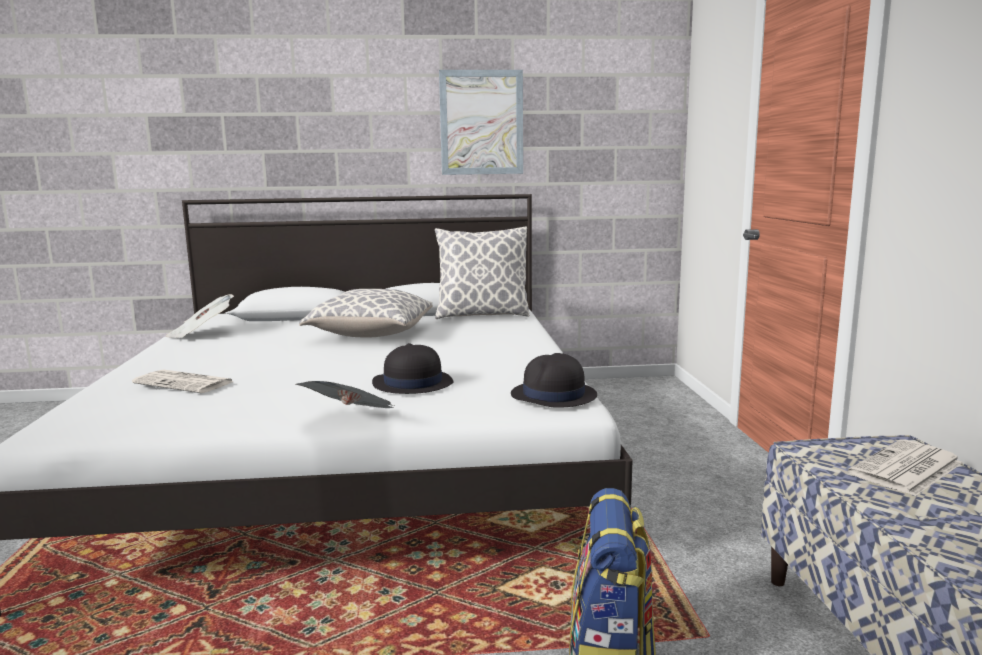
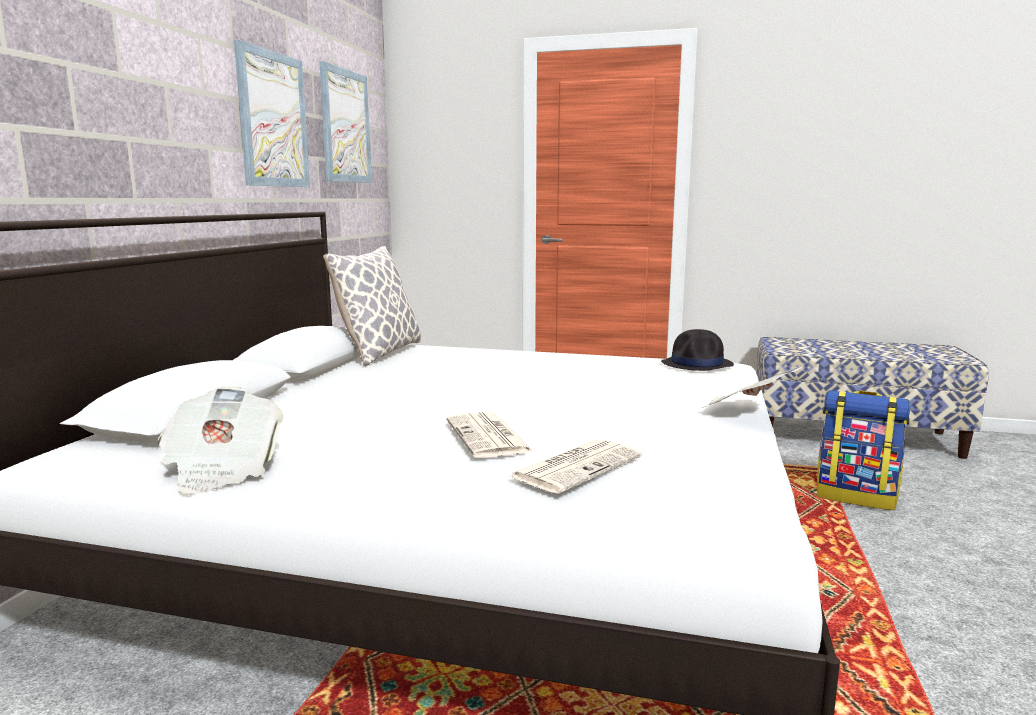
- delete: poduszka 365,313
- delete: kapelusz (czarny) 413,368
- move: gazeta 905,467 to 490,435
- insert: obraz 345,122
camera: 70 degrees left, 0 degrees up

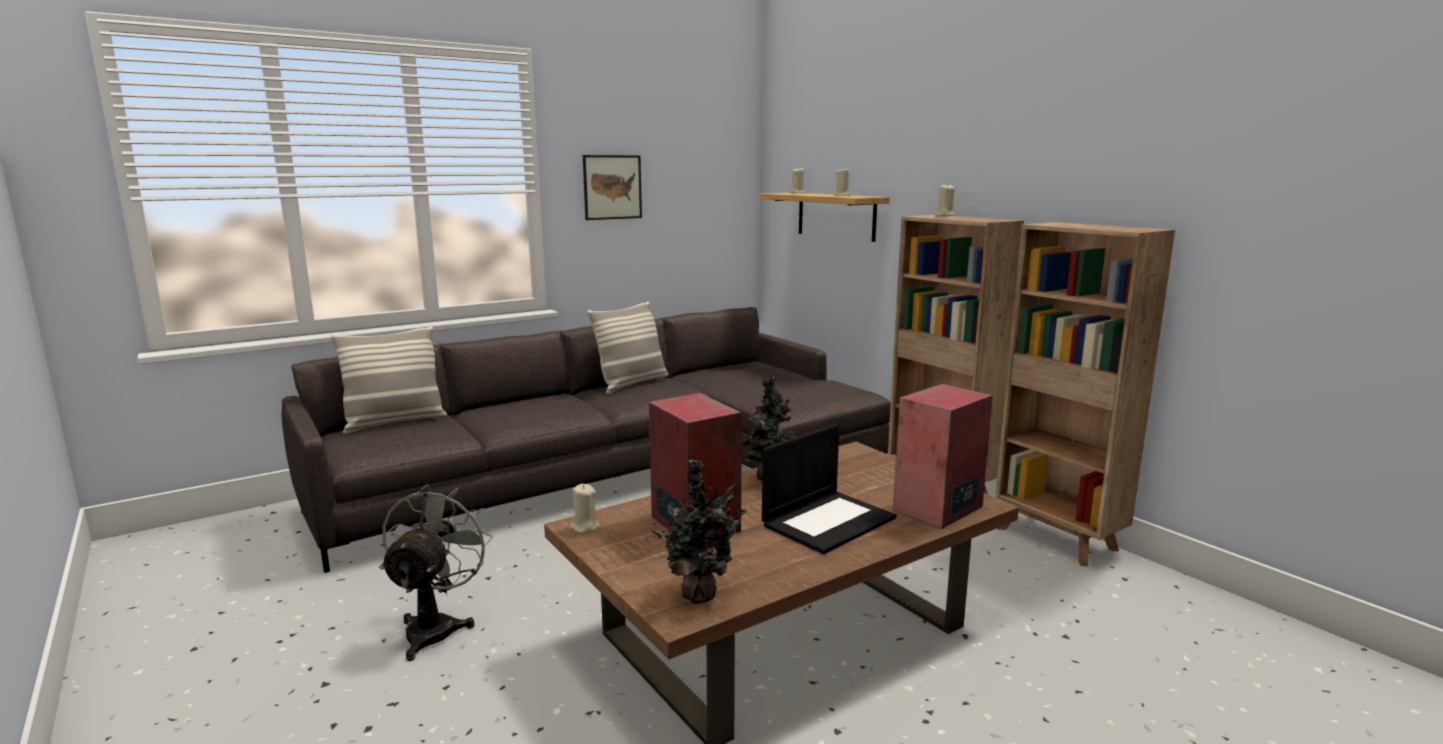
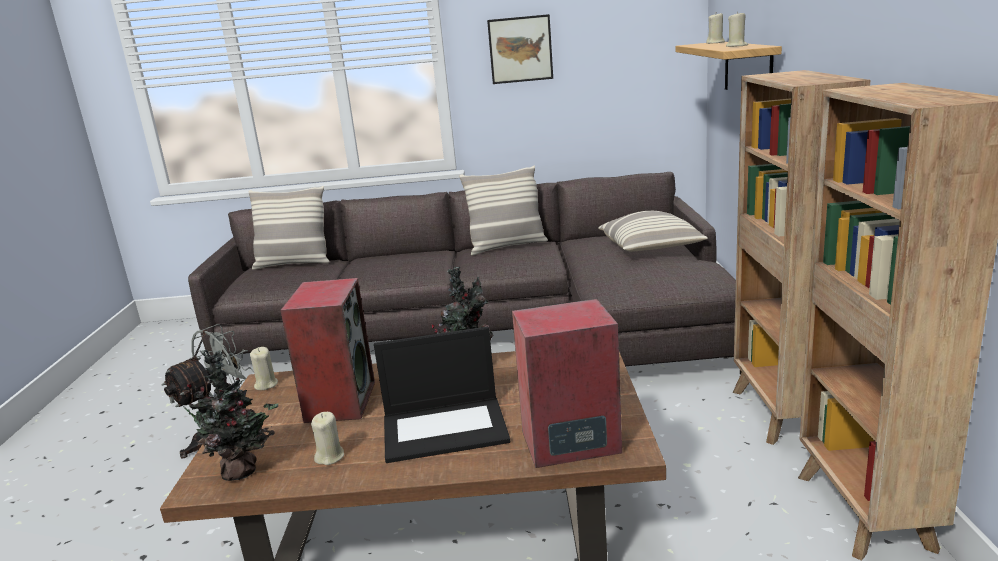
- move: świeca (beżowy) 945,199 to 327,438
- insert: poduszka 653,231
camera: 35 degrees right, 5 degrees up

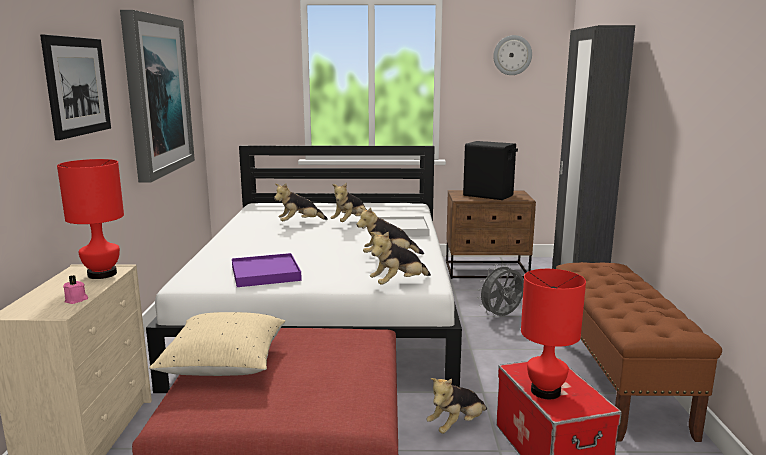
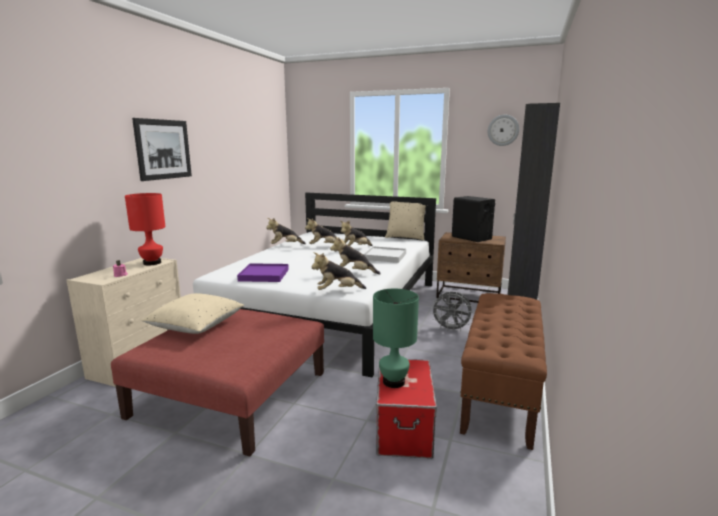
- delete: obraz 157,96
- move: pluszak 457,406 to 286,231
- rotate: wentylator (szary) 500,289 = 452,312 150 degrees counterclockwise
- recolor: lampa stołowa (czerwony) 553,334 to lampa stołowa (zielony) 396,338
- insert: poduszka (beżowy) 405,220
camera: 20 degrees right, 0 degrees up

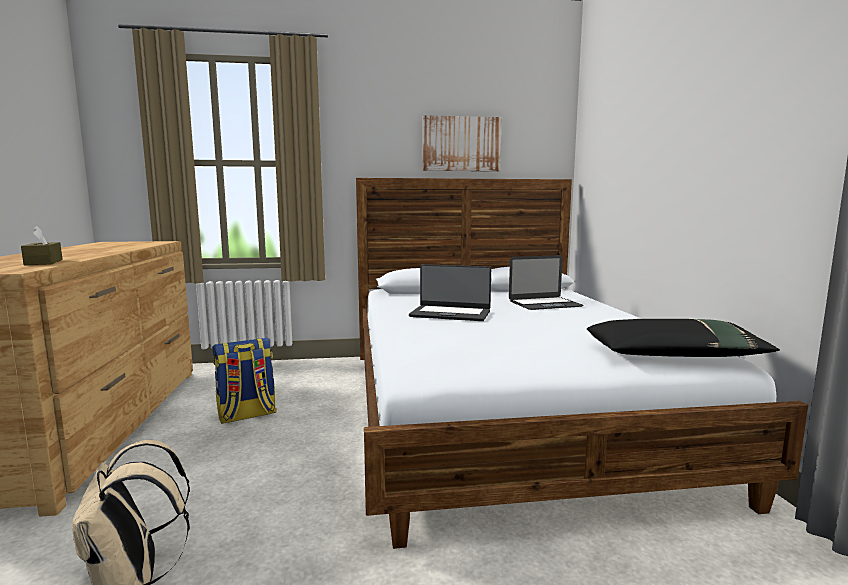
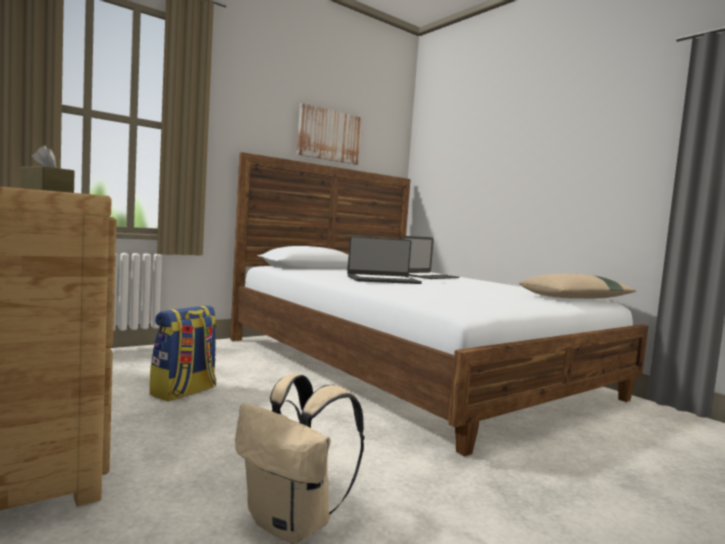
- recolor: poduszka (czarny) 683,338 to poduszka (beżowy) 577,286
camera: 30 degrees left, 5 degrees down

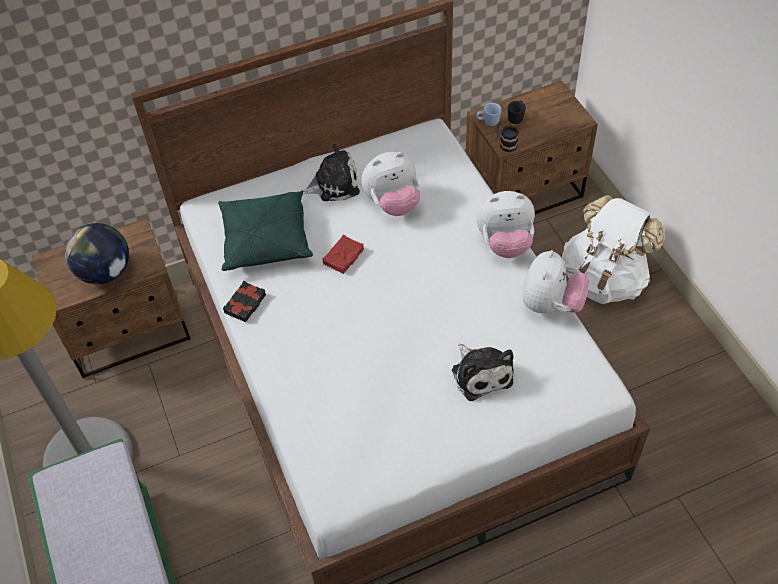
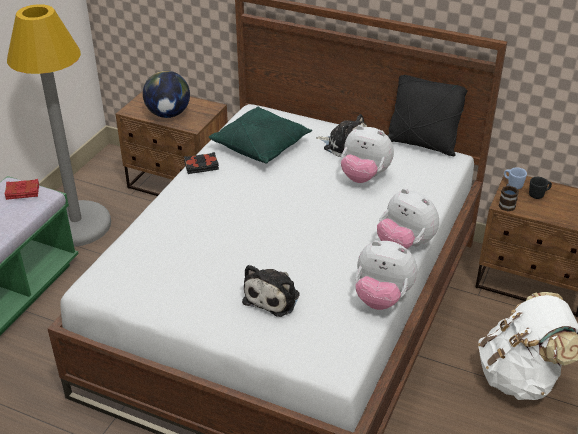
- move: książka (czerwony) 343,254 to 22,189
- rotate: pluszak 555,281 = 386,275 45 degrees clockwise
- insert: poduszka (czarny) 427,115
camera: 45 degrees right, 15 degrees down

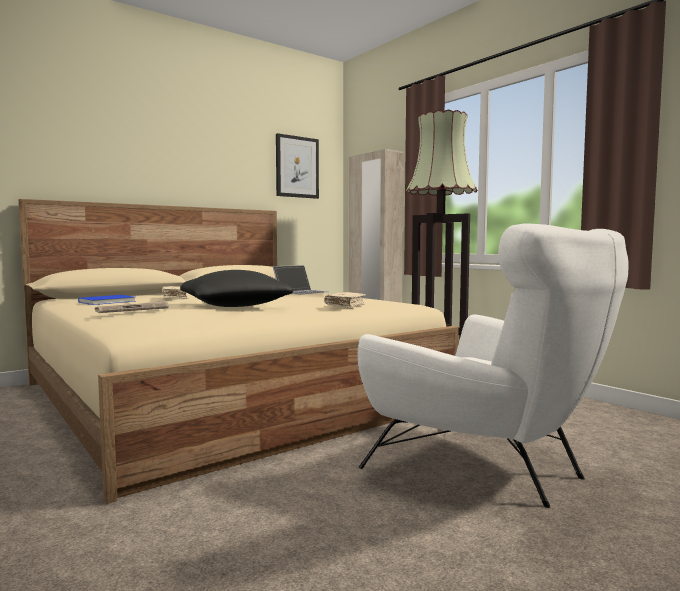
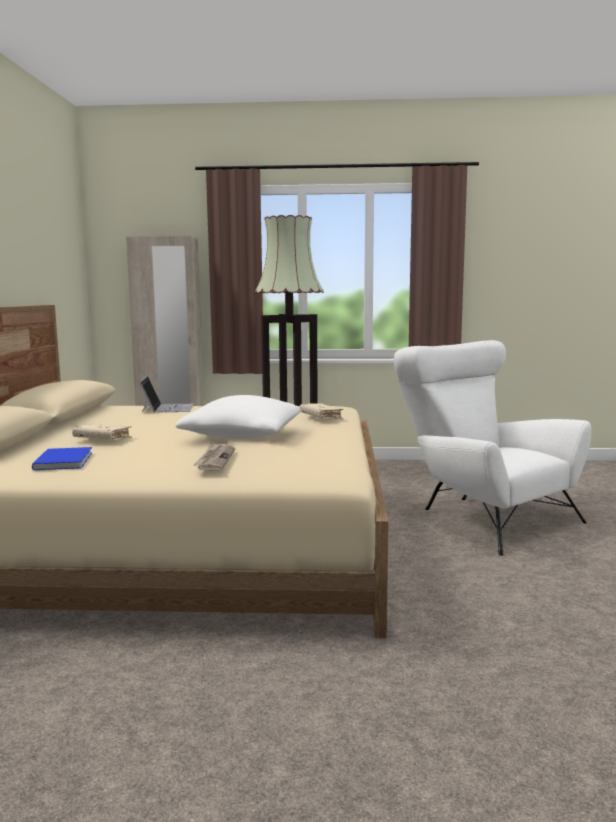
- recolor: poduszka (czarny) 236,288 to poduszka (biały) 238,417
- delete: obraz 297,166
- rotate: fotel (biały) 493,365 = 493,448 120 degrees counterclockwise
camera: 50 degrees left, 5 degrees up

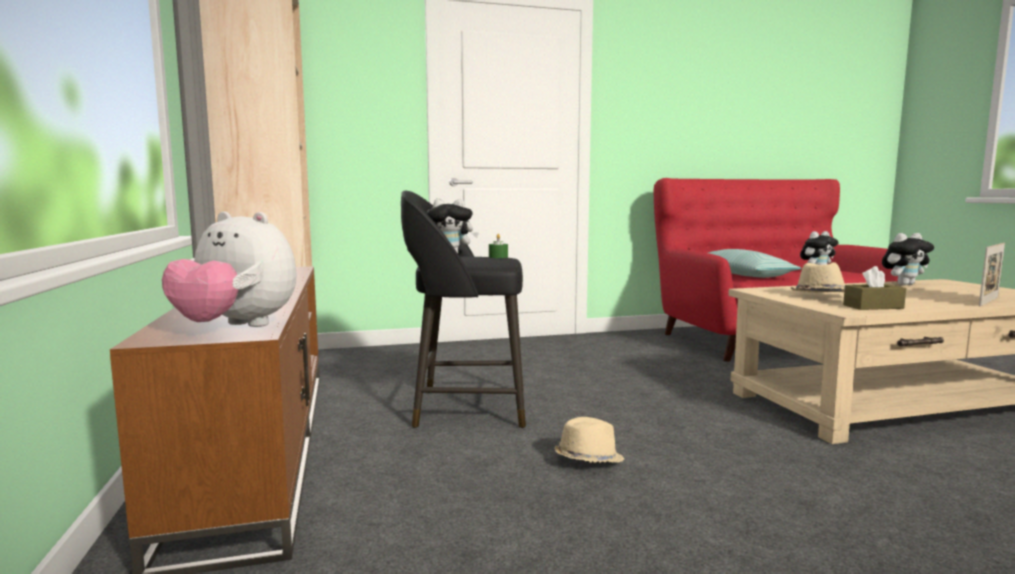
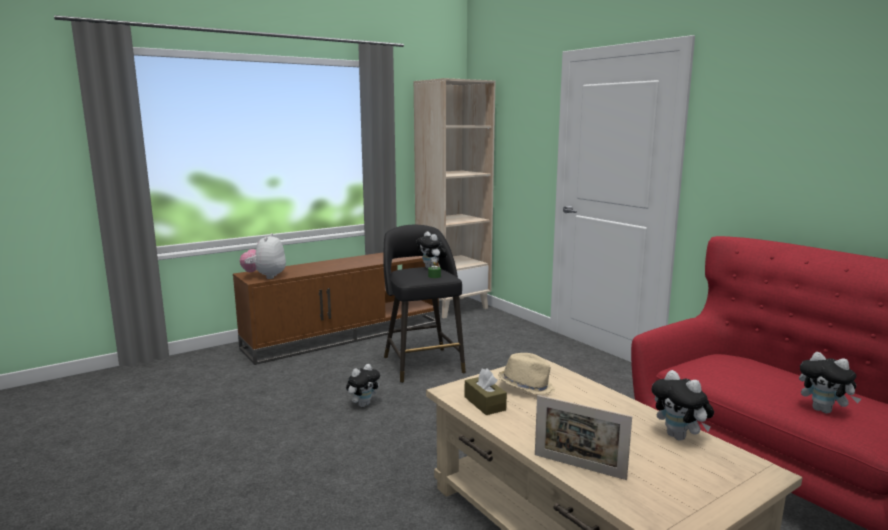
- replace: kapelusz (beżowy) 589,440 to pluszak 363,385
- delete: poduszka 754,263
camera: 70 degrees right, 5 degrees up

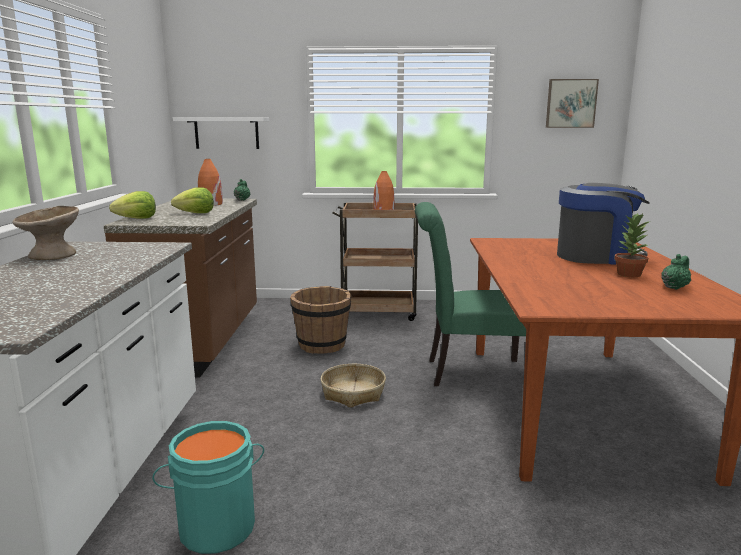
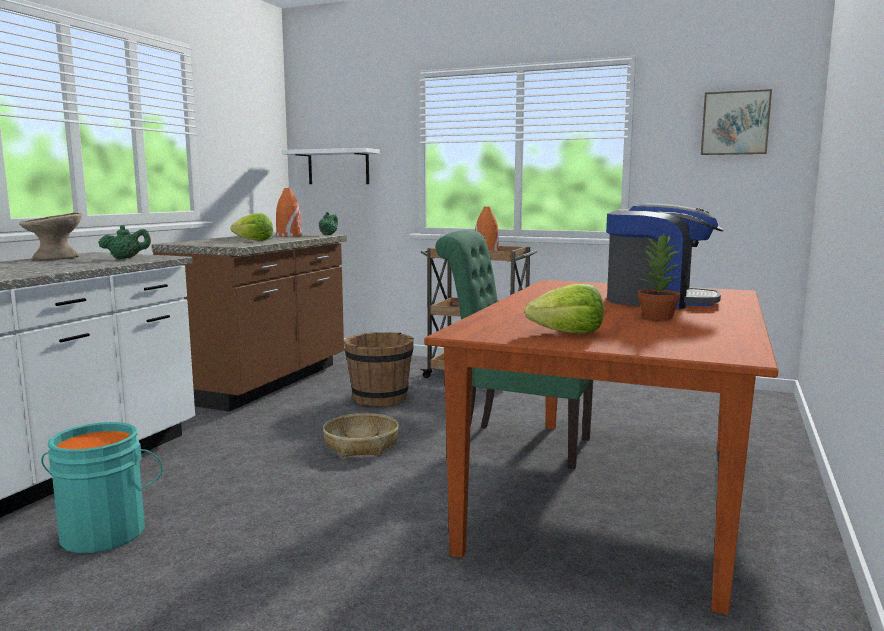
- move: sałata 132,205 to 564,308
- move: imbryk (zielony) 676,272 to 124,242
camera: 20 degrees right, 5 degrees down

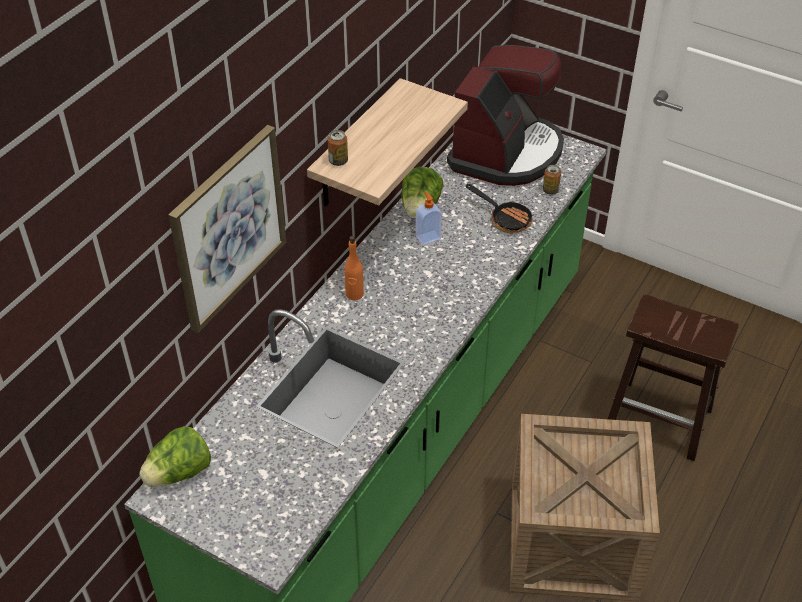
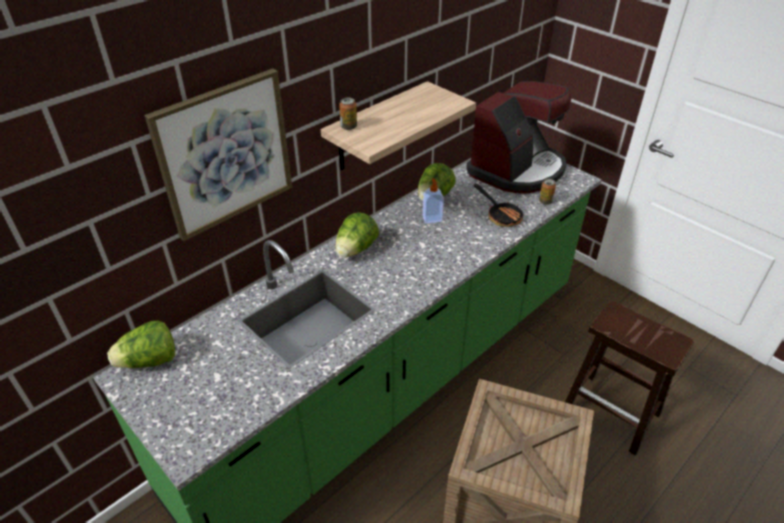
- replace: butelka (pomarańczowy) 354,268 to sałata 357,235
camera: 15 degrees right, 5 degrees down

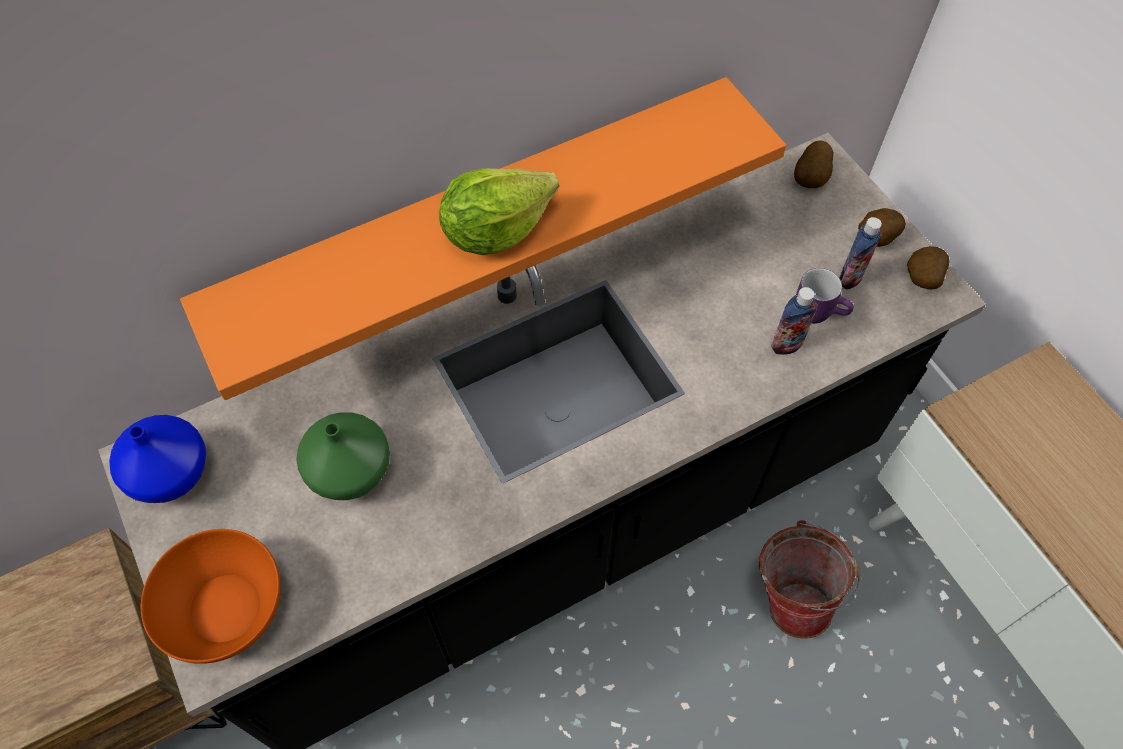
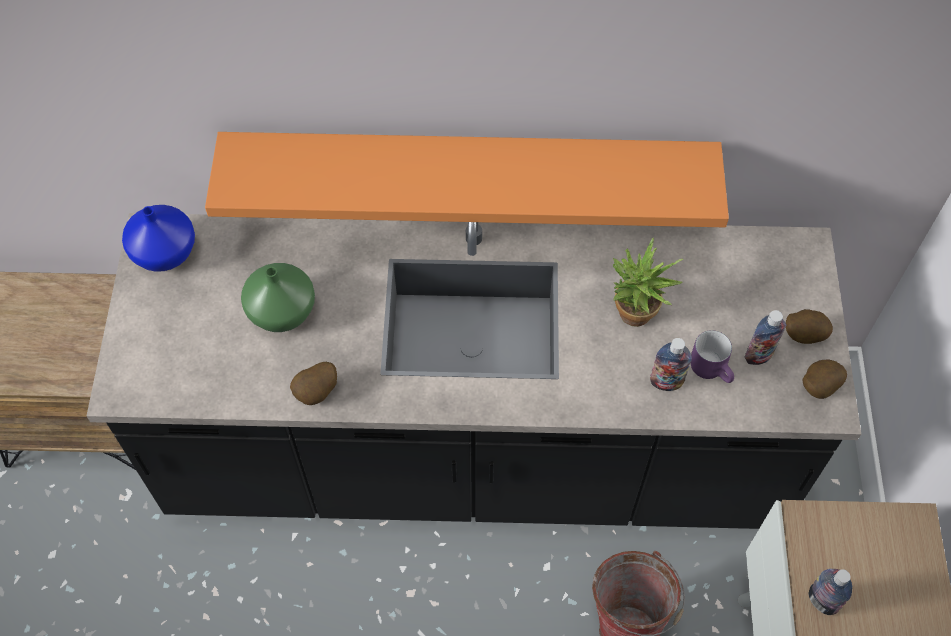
- delete: miska (pomarańczowy) 211,596
- delete: sałata 499,211
- move: ziemniak 814,164 to 313,383
- insert: roślina doniczkowa 648,282
- insert: butelka 830,592
camera: 30 degrees right, 0 degrees up

